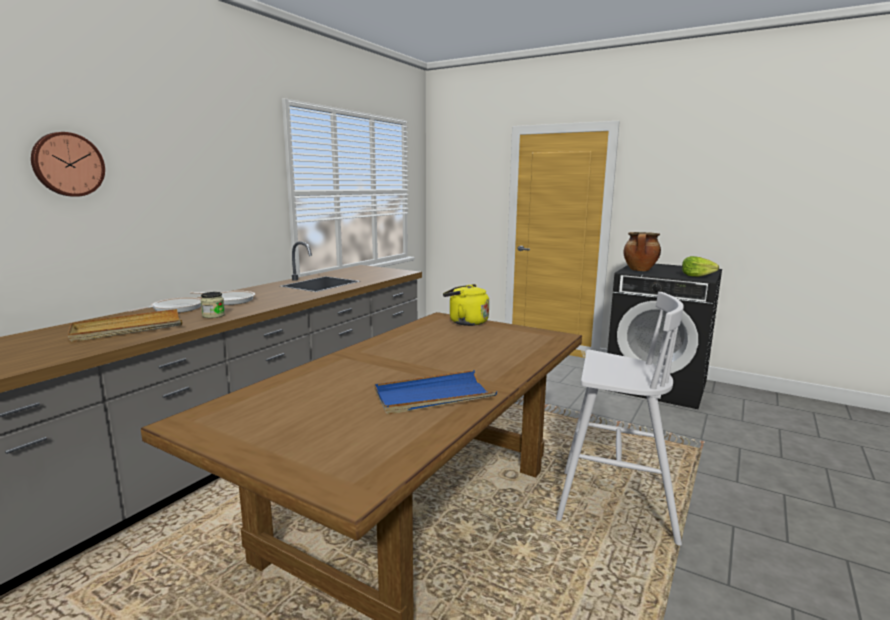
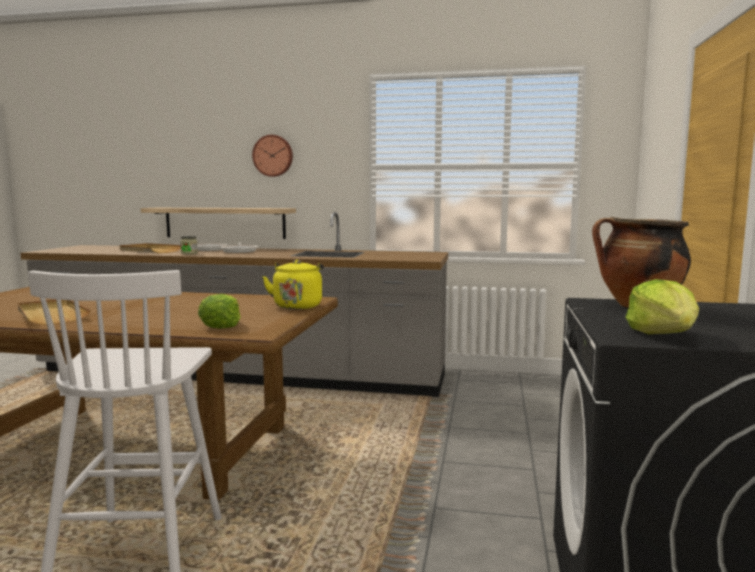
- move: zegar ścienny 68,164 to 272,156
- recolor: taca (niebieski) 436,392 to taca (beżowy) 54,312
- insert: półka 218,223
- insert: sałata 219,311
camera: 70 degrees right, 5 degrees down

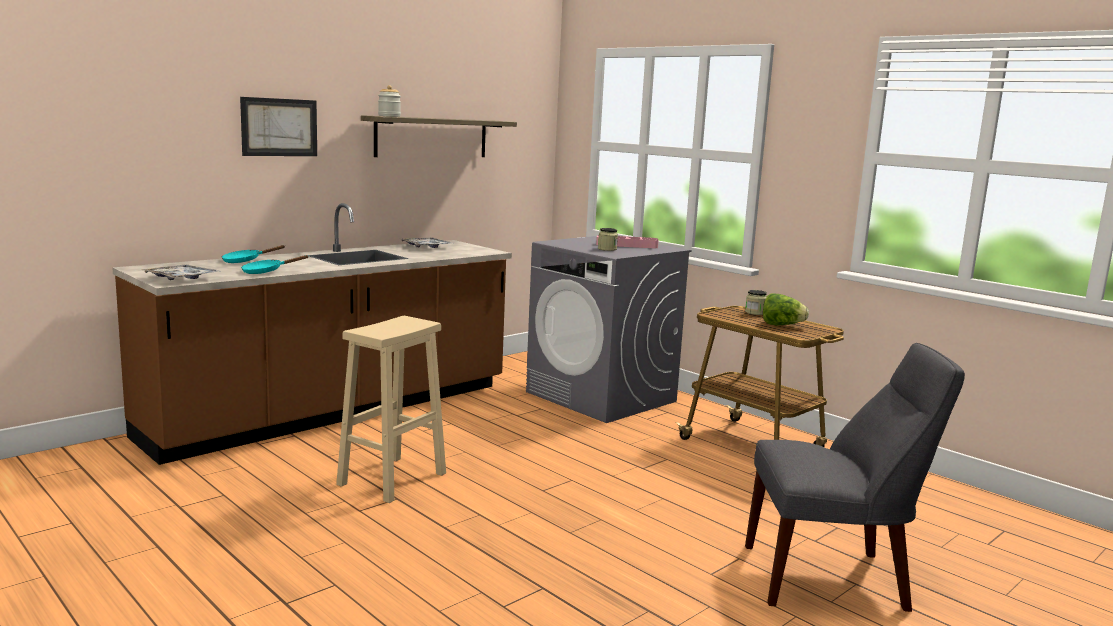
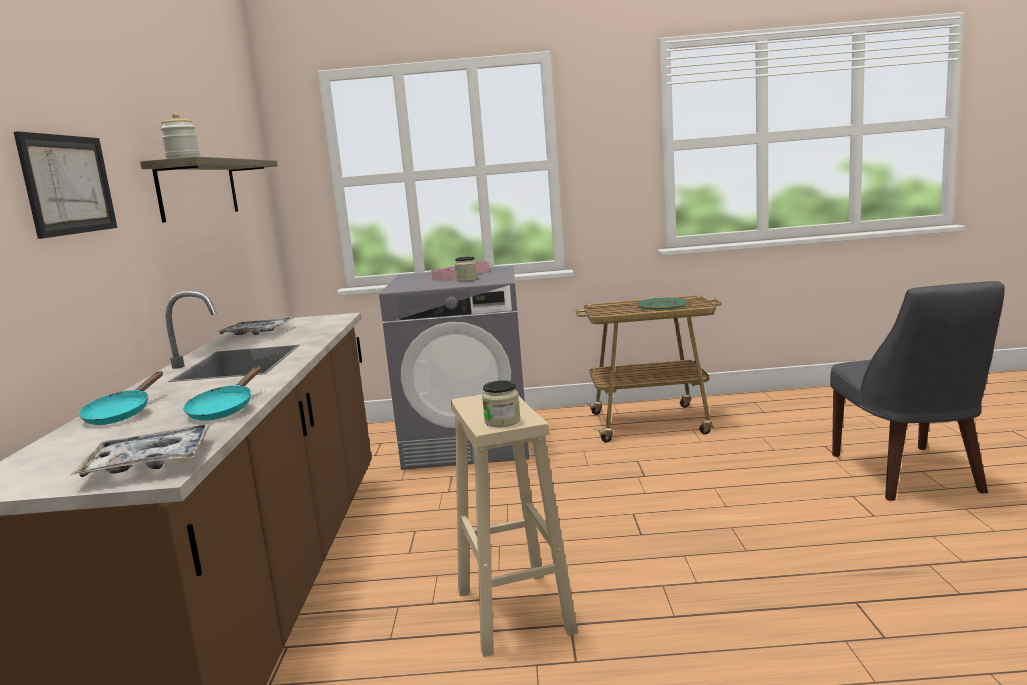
- move: słoik 756,302 to 501,403
- rotate: krzesło (szary) 855,477 = 917,391 135 degrees clockwise
- replace: sałata 786,309 to talerz (zielony) 662,304
camera: 45 degrees left, 0 degrees up

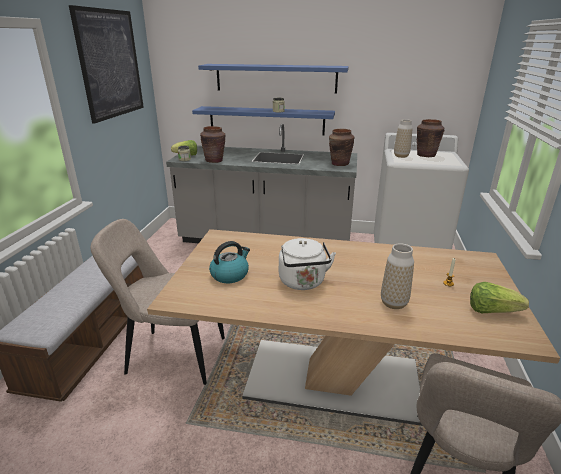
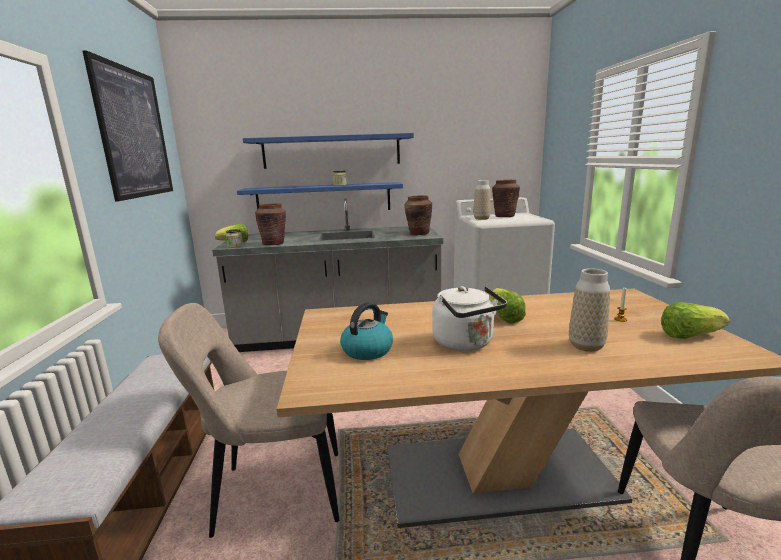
- insert: sałata 507,305
camera: 15 degrees left, 10 degrees down

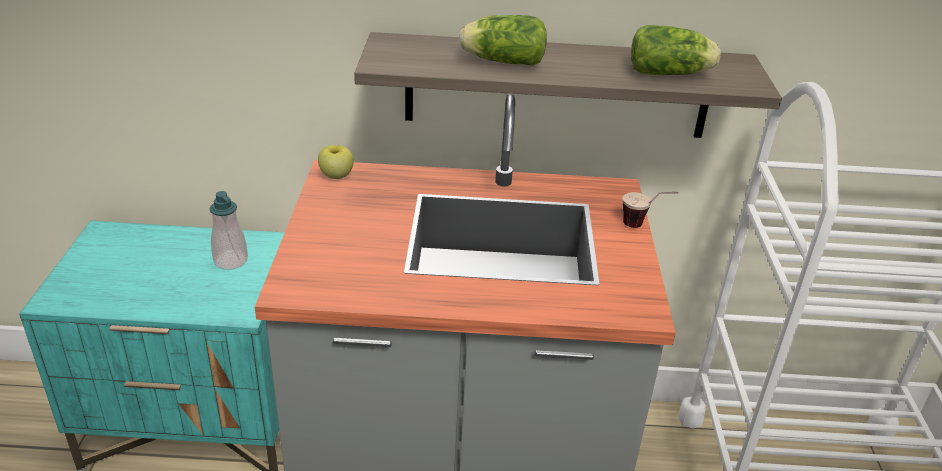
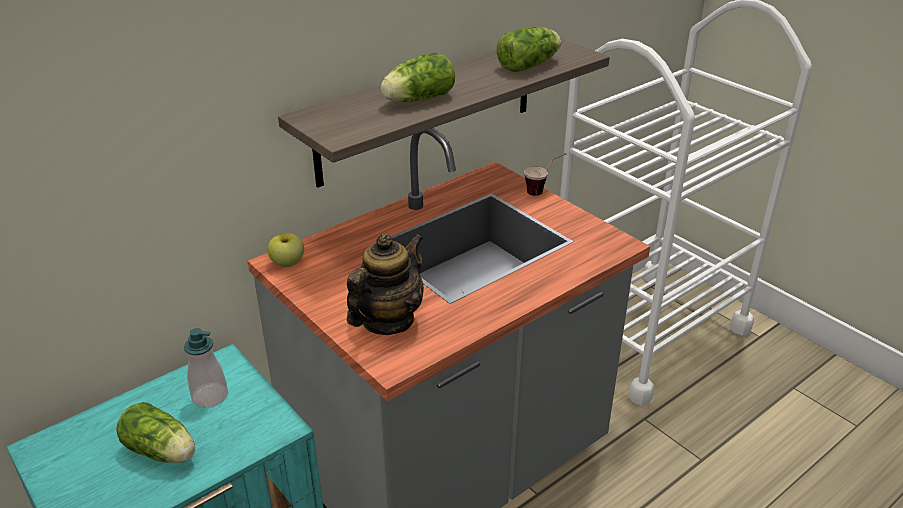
- insert: sałata 155,432
- insert: imbryk 385,284
camera: 40 degrees left, 0 degrees up

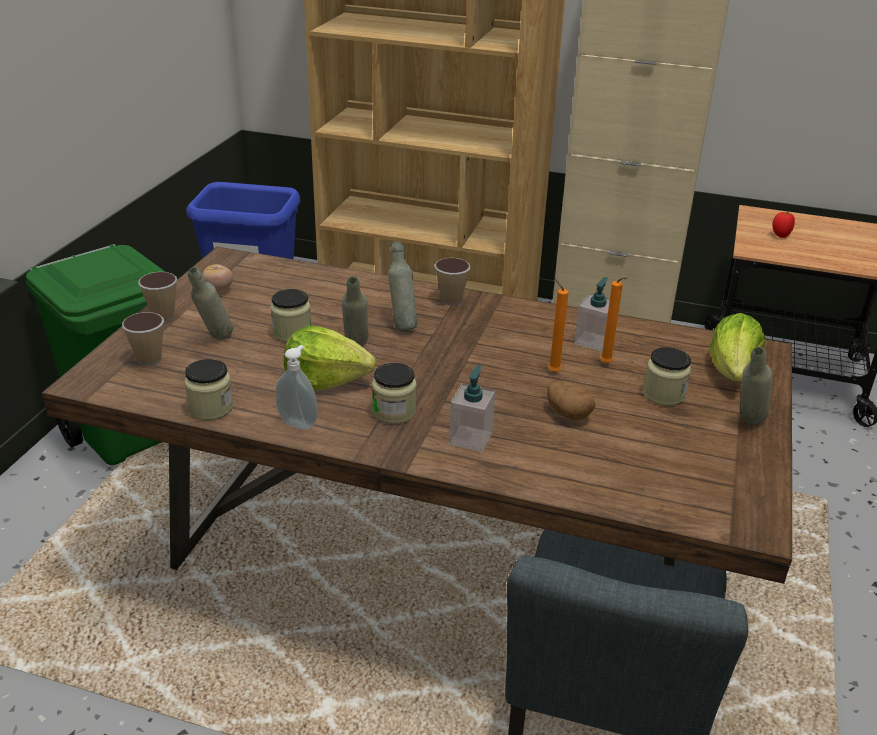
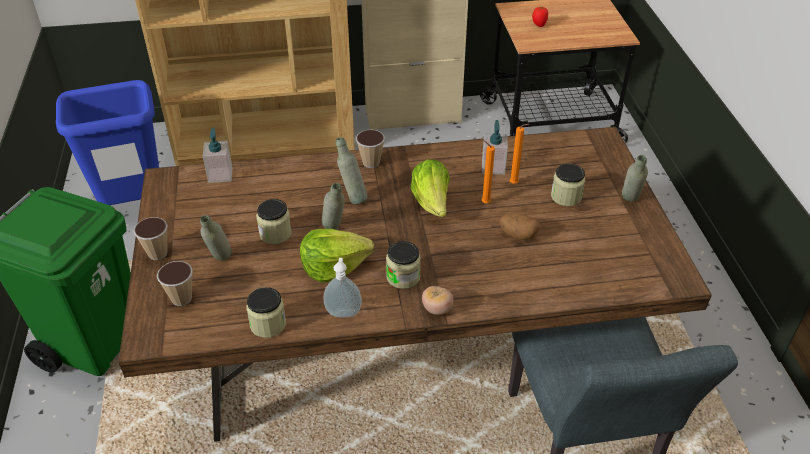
- move: pomidor 217,278 to 437,300
- move: dozownik mydła 472,408 to 217,155
- move: sałata 737,347 to 430,188
camera: 25 degrees left, 10 degrees up

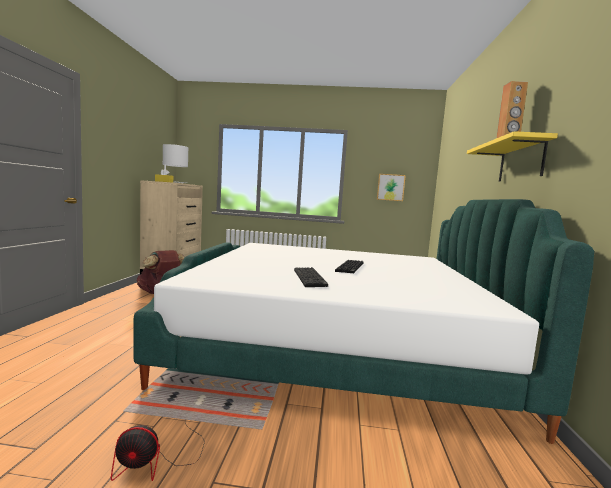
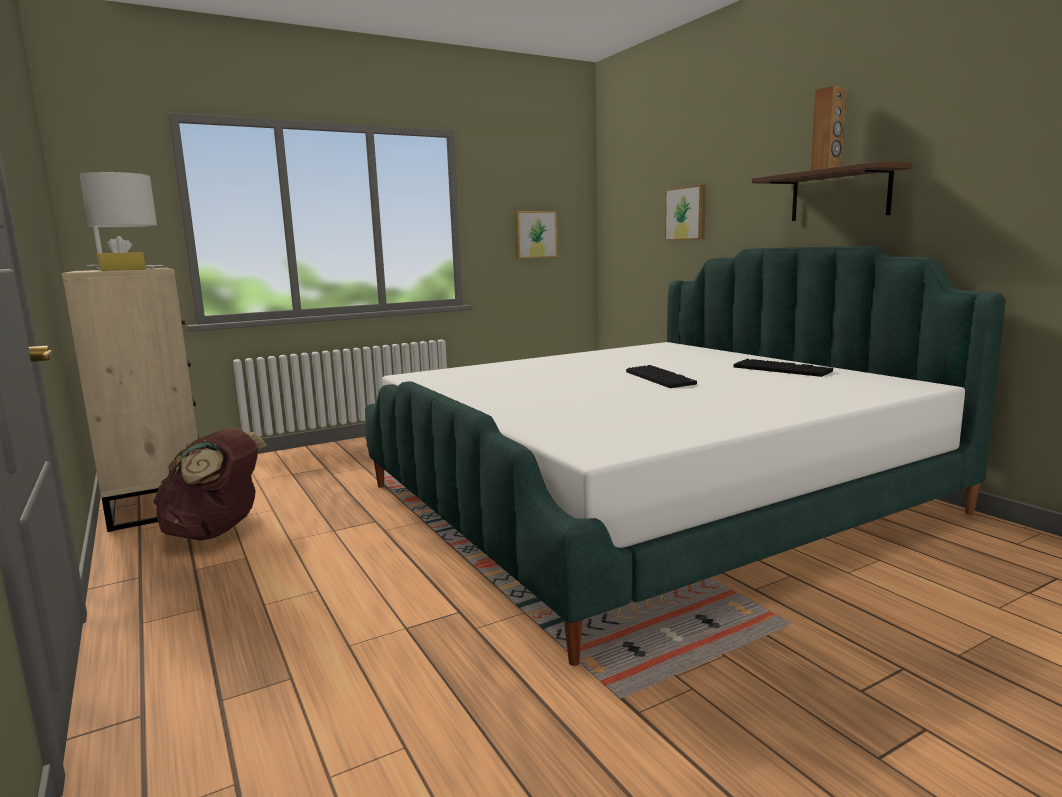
- delete: wentylator 158,453
- move: klawiatura 311,277 to 783,368
- recolor: półka (żółty) 512,156 to półka (brązowy) 832,191
- insert: obraz 685,212
camera: 35 degrees left, 5 degrees up

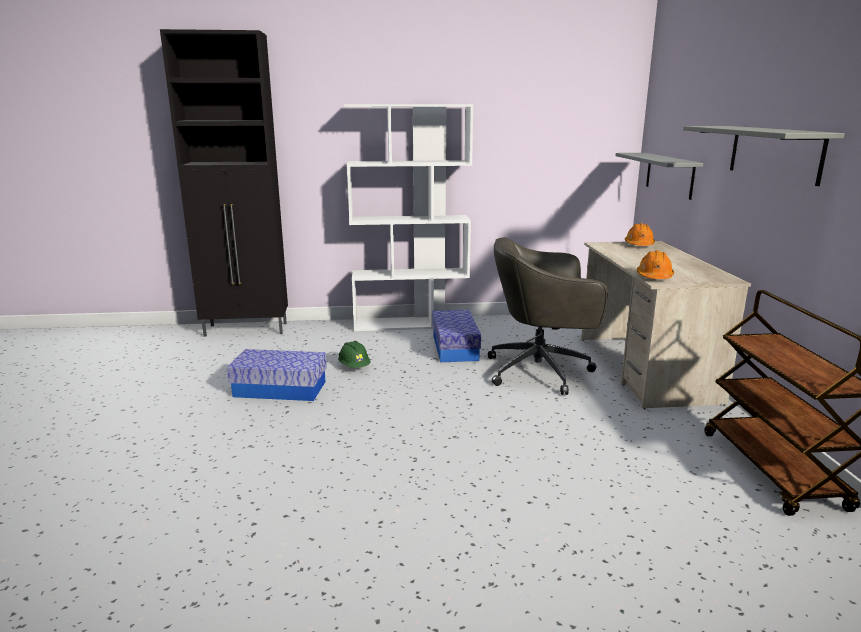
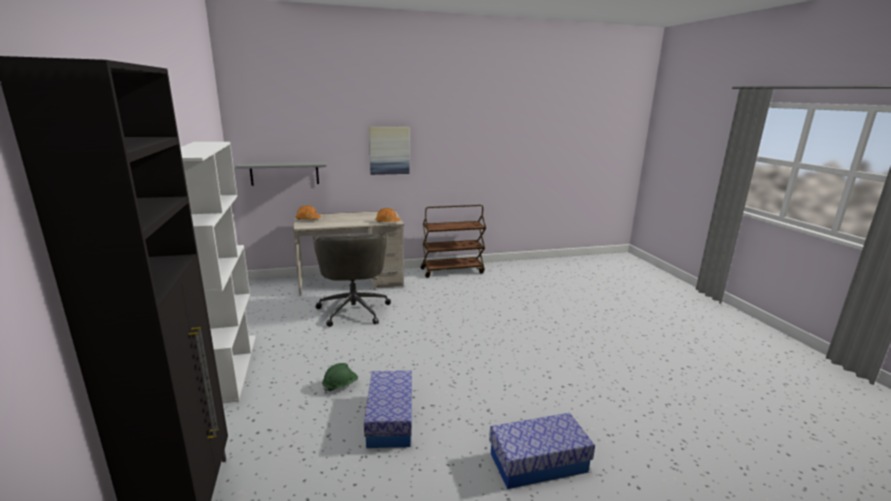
- move: pojemnik do przechowywania 457,336 to 542,451
- replace: półka (szary) 764,156 to obraz 389,151
camera: 100 degrees left, 0 degrees up

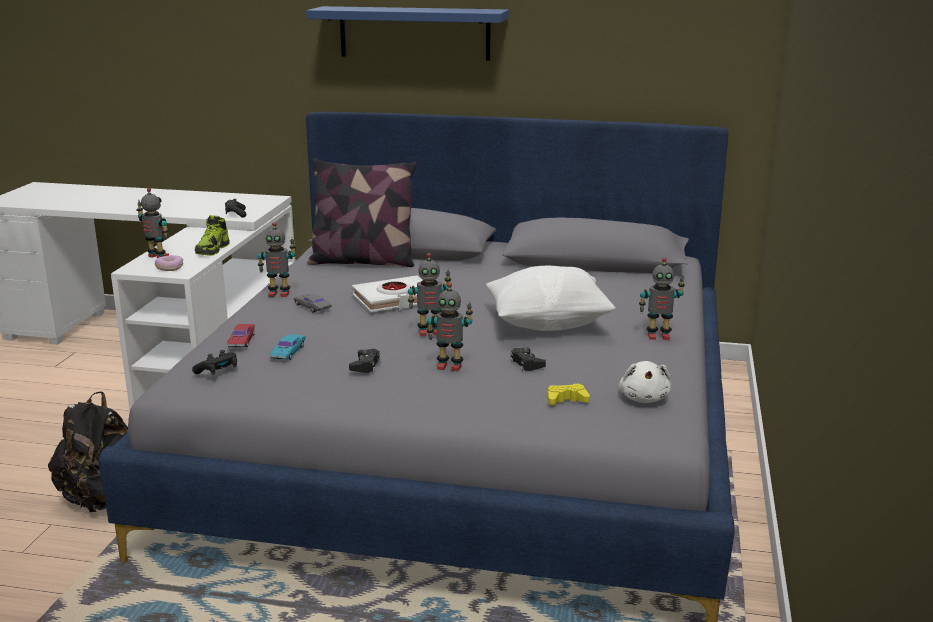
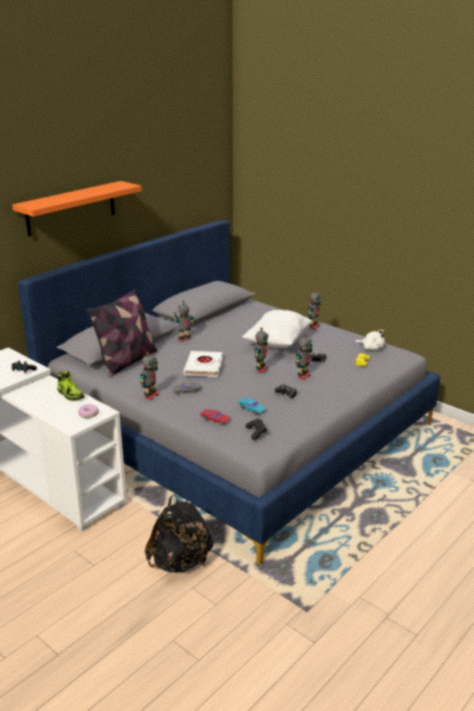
- move: robot zabawkowy 152,223 to 184,321
- recolor: półka (niebieski) 407,33 to półka (pomarańczowy) 77,208
camera: 60 degrees left, 5 degrees up

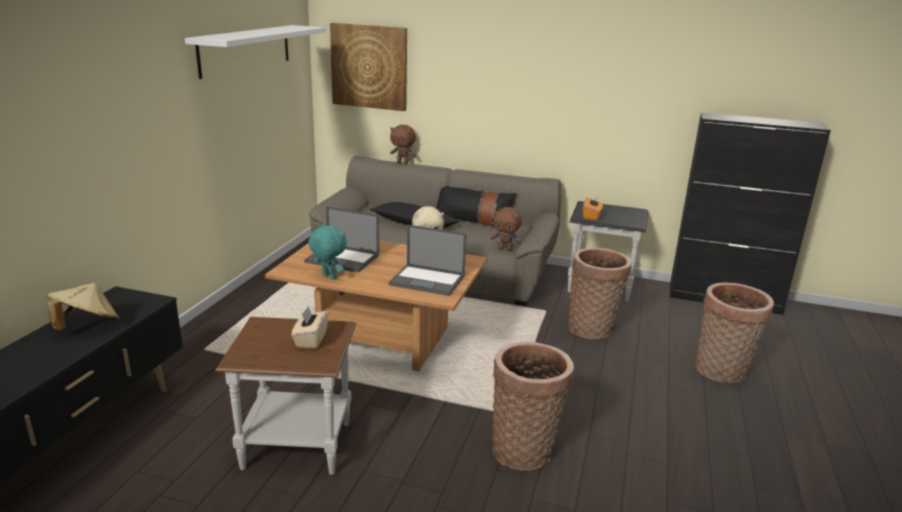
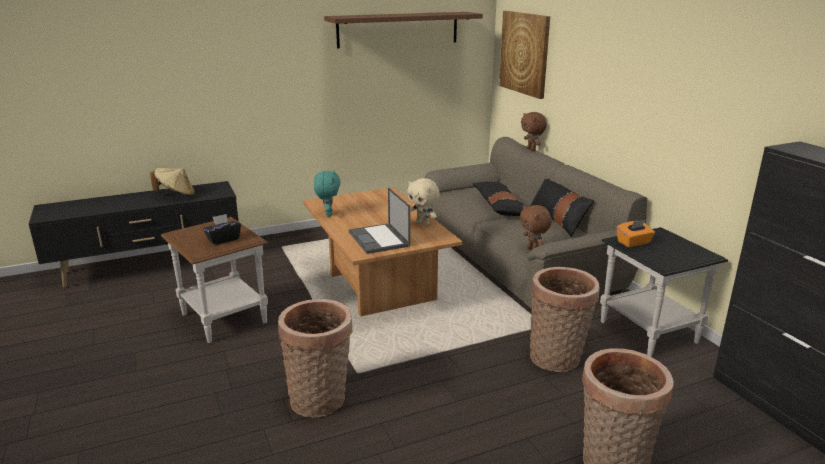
- recolor: półka (biały) 255,52 to półka (brązowy) 403,30
- recolor: pudełko chusteczek (beżowy) 310,327 to pudełko chusteczek (czarny) 222,229
- delete: laptop 341,239
camera: 50 degrees right, 0 degrees up

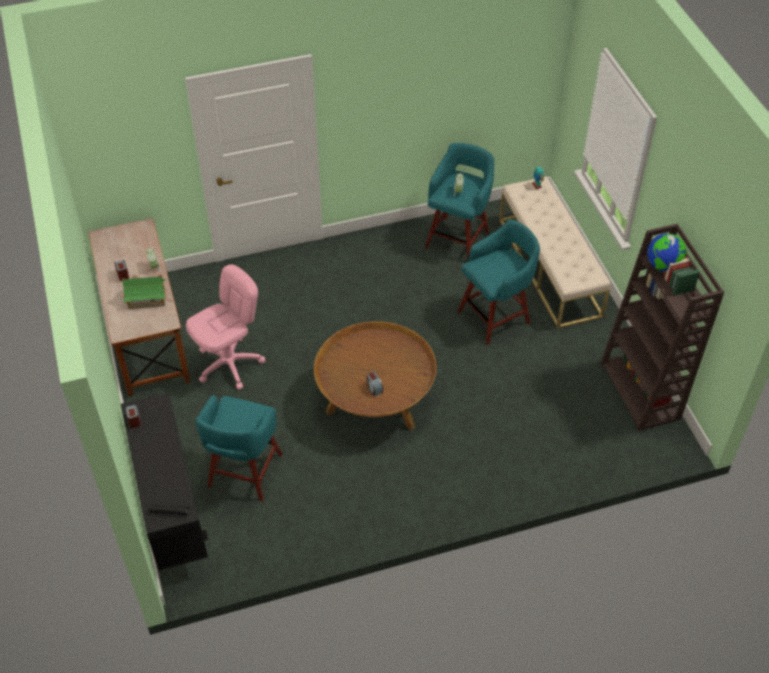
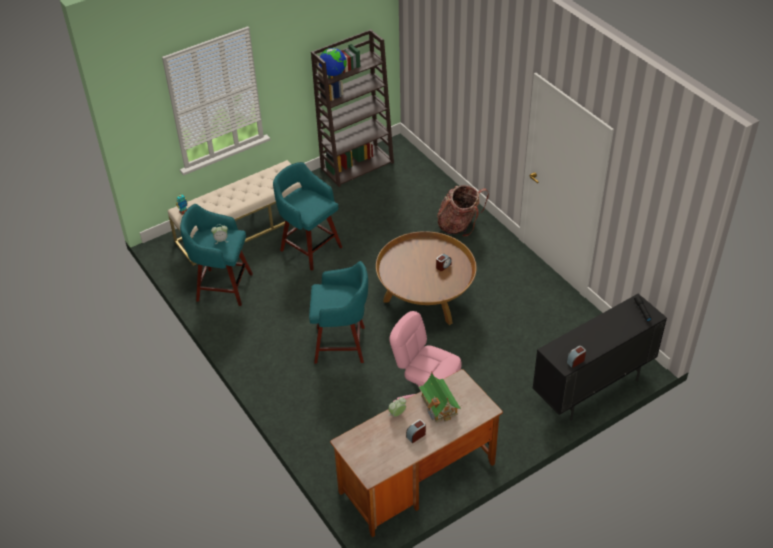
- move: stołek (turkusowy) 239,448 to 338,312
- insert: plecak 463,211
camera: 105 degrees left, 5 degrees down

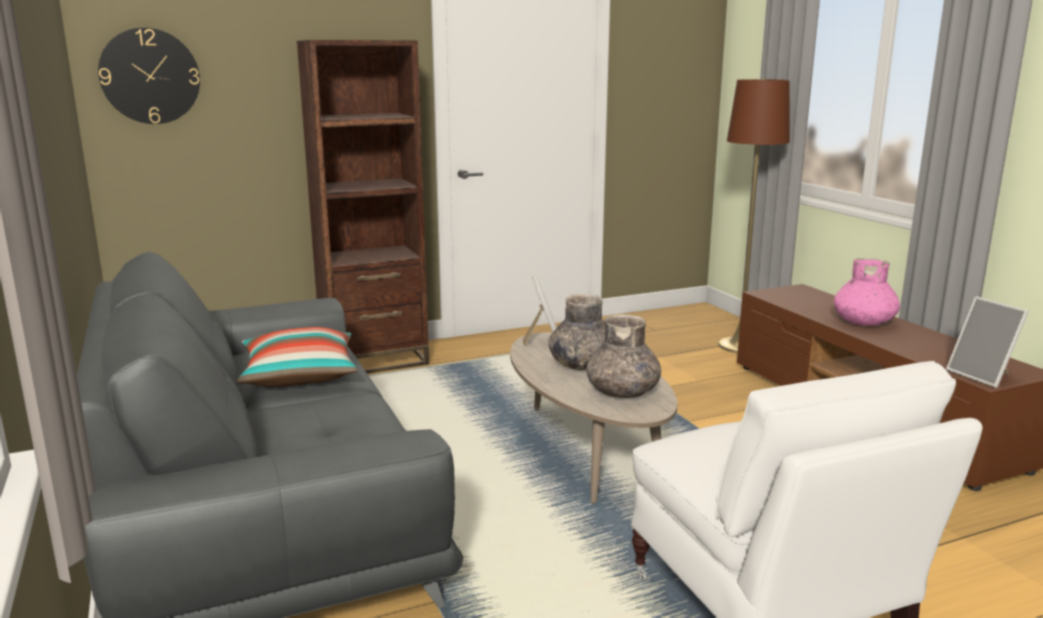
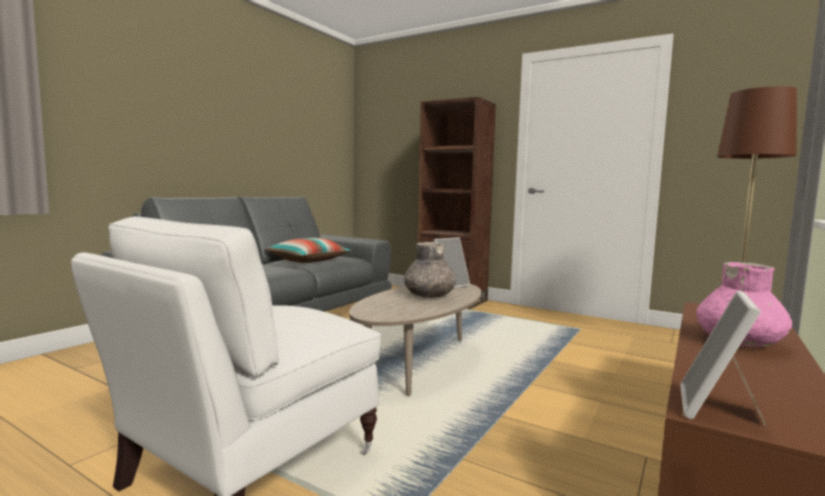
- delete: zegar ścienny 149,76
- delete: wazon (szary) 623,356
camera: 55 degrees right, 10 degrees down

